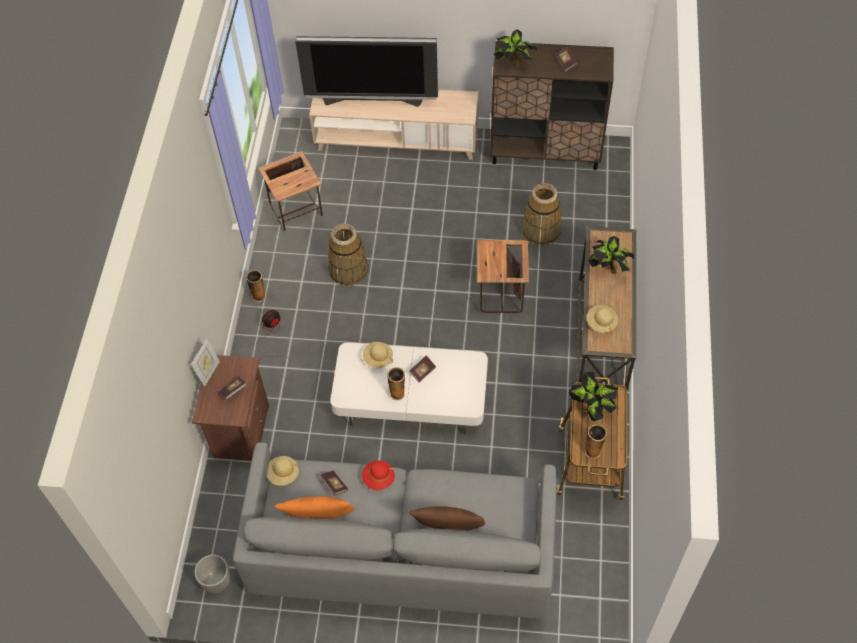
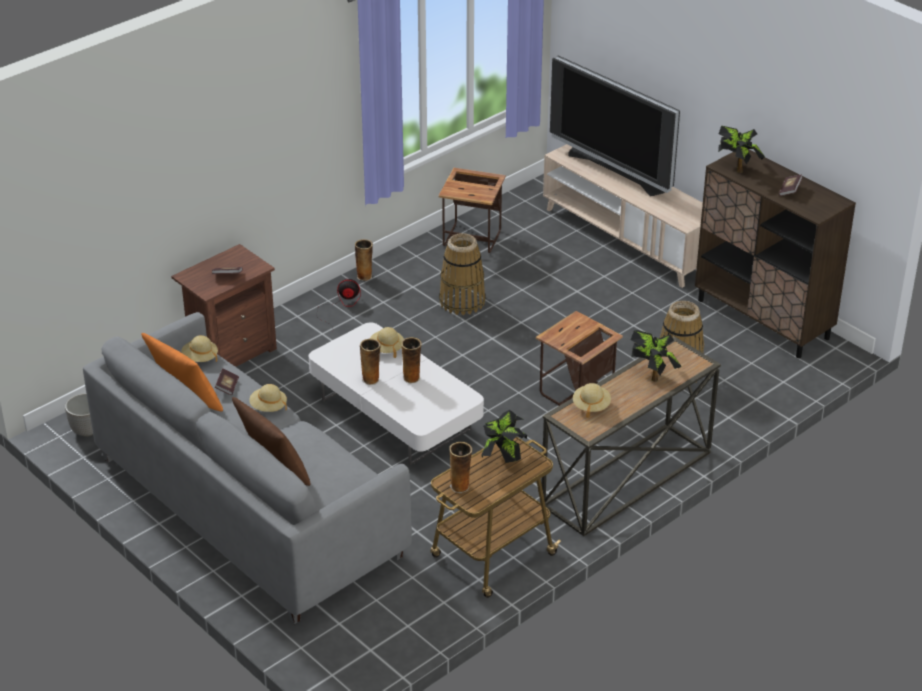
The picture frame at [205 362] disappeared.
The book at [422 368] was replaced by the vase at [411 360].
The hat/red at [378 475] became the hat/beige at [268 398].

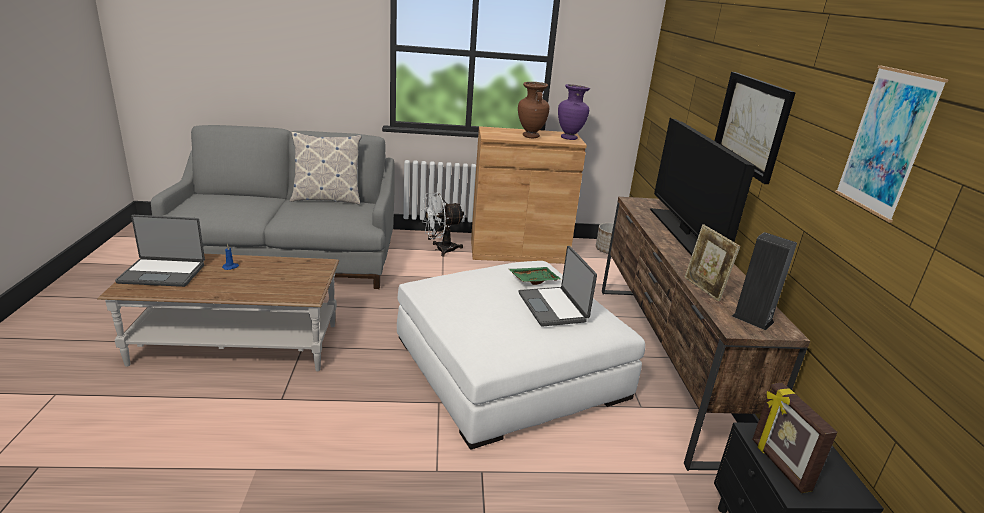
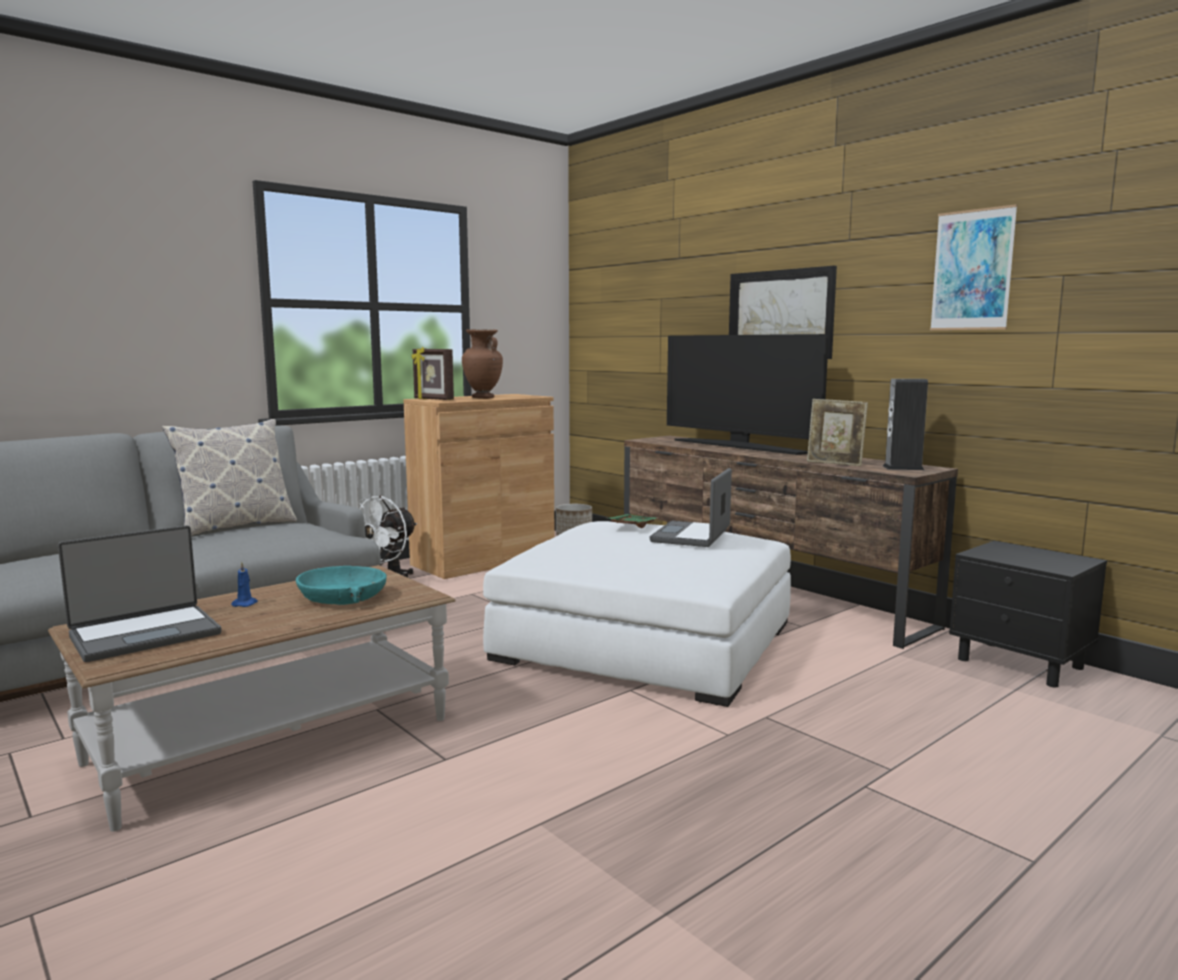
The vase/purple at [574 112] disappeared.
The laptop at [557 286] turned 75 degrees clockwise.
The picture frame moved from [795 437] to [433 373].
The bowl/turquoise at [341 585] appeared.

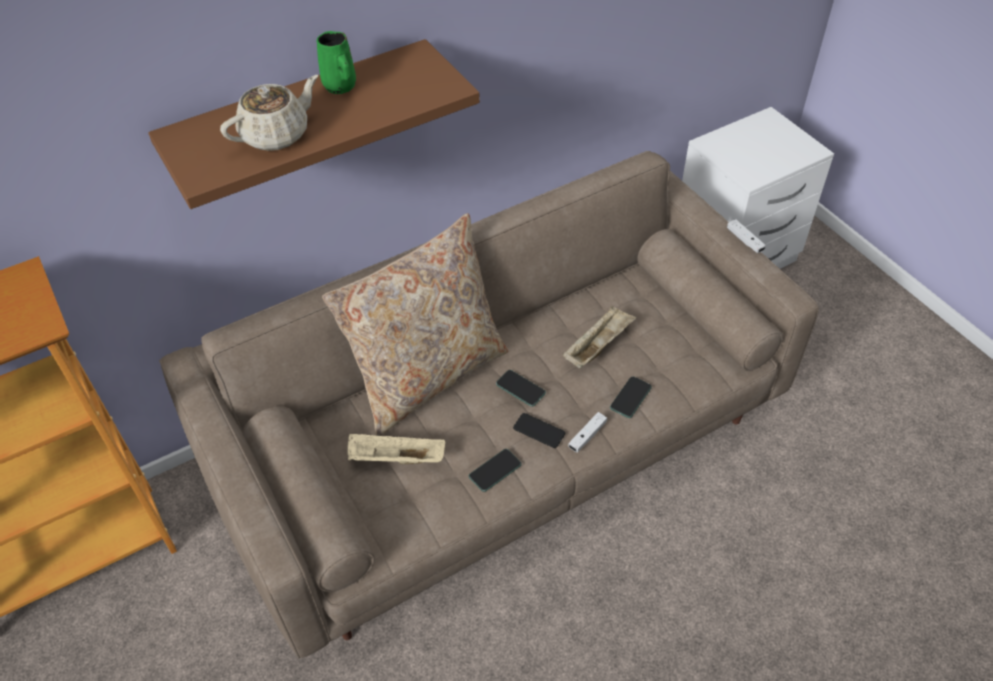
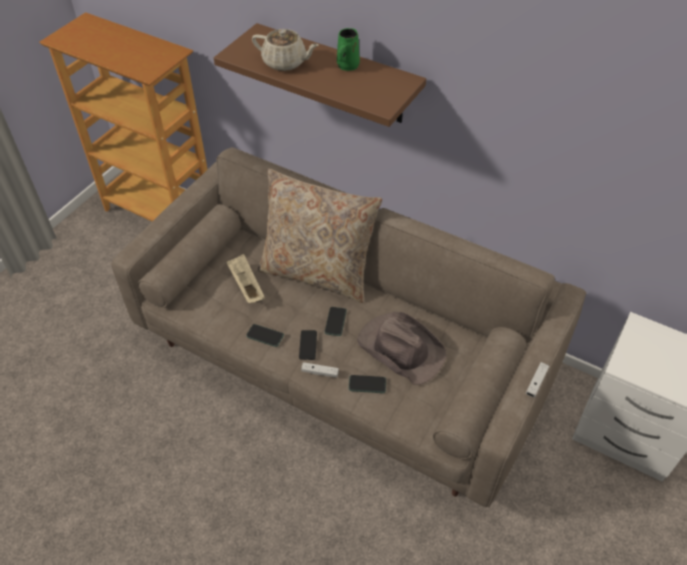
The tray/beige at [600 337] was replaced by the hat/brown at [401 348].

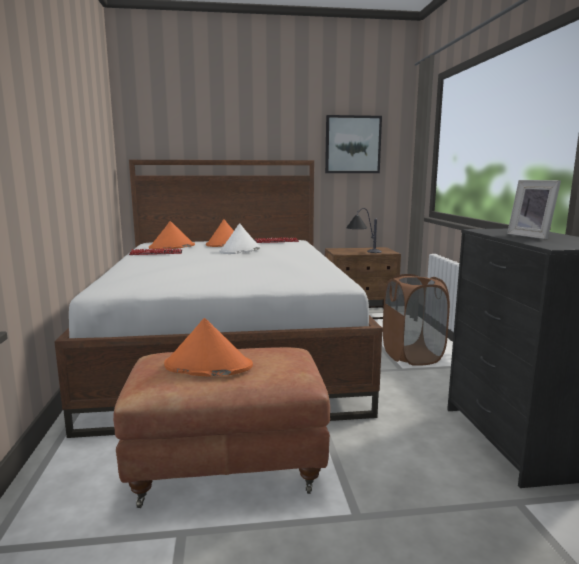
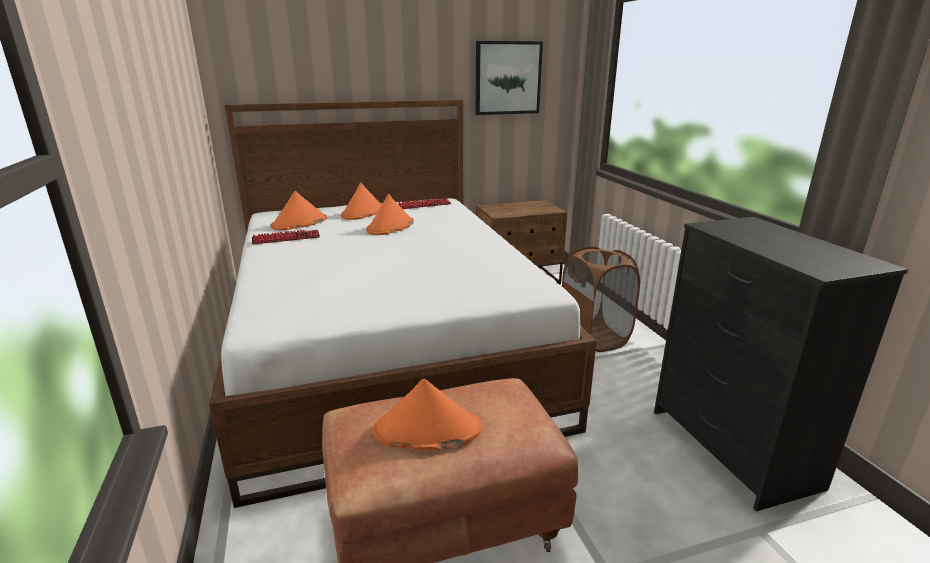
The picture frame at [534 210] disappeared.
The table lamp at [364 230] disappeared.
The hat/white at [240 238] became the hat/orange at [390 214].

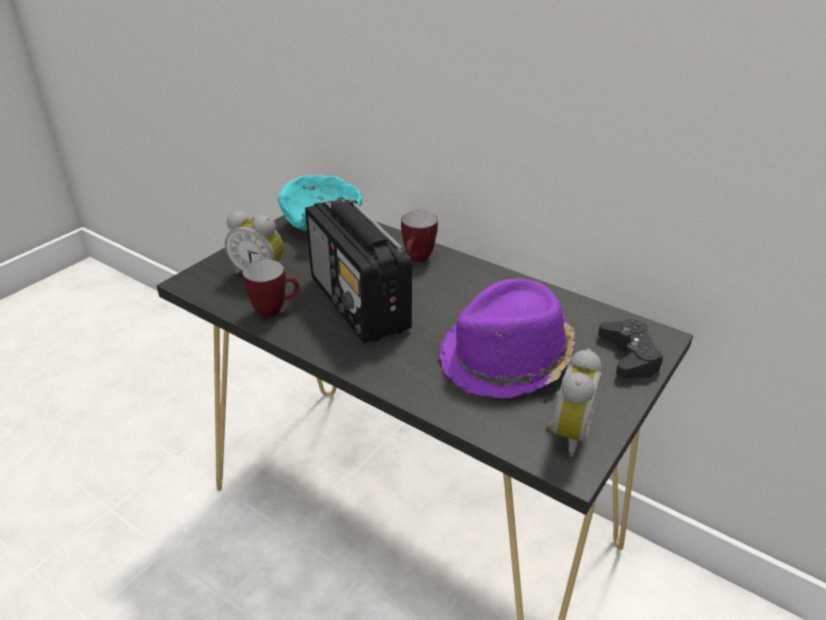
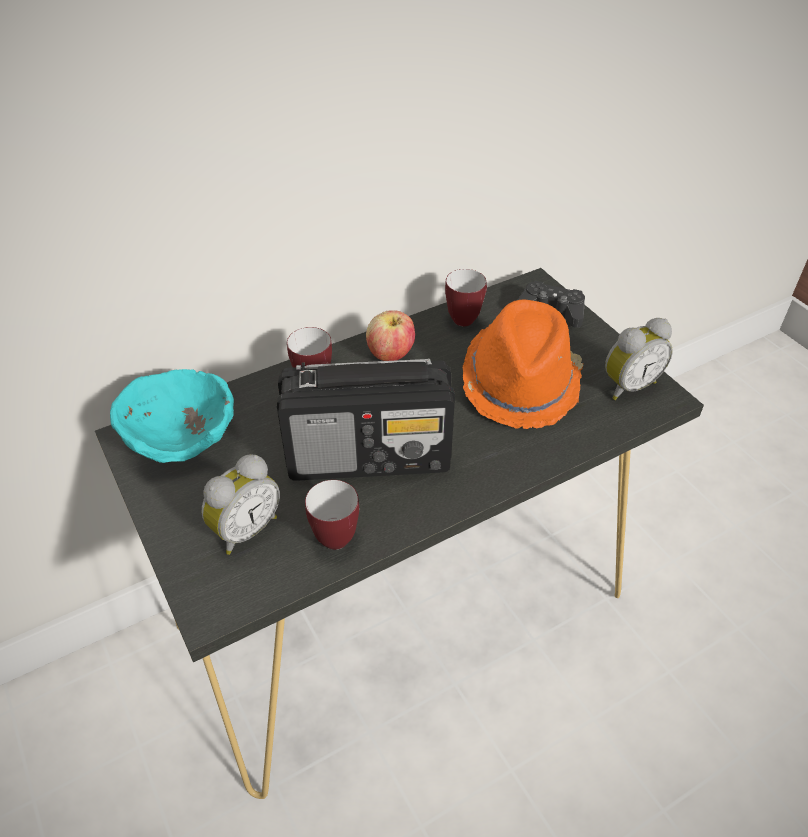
The hat/purple at [507 338] became the hat/orange at [523 364].
The alarm clock at [574 403] turned 105 degrees clockwise.
The mug at [466 297] appeared.
The apple at [390 335] appeared.

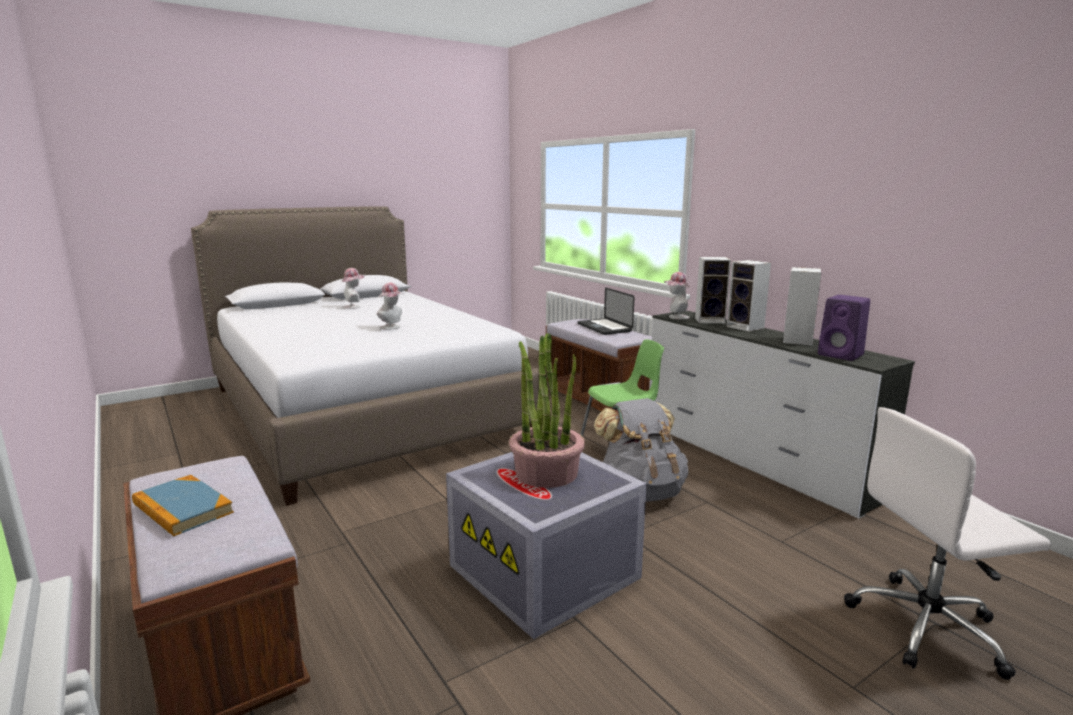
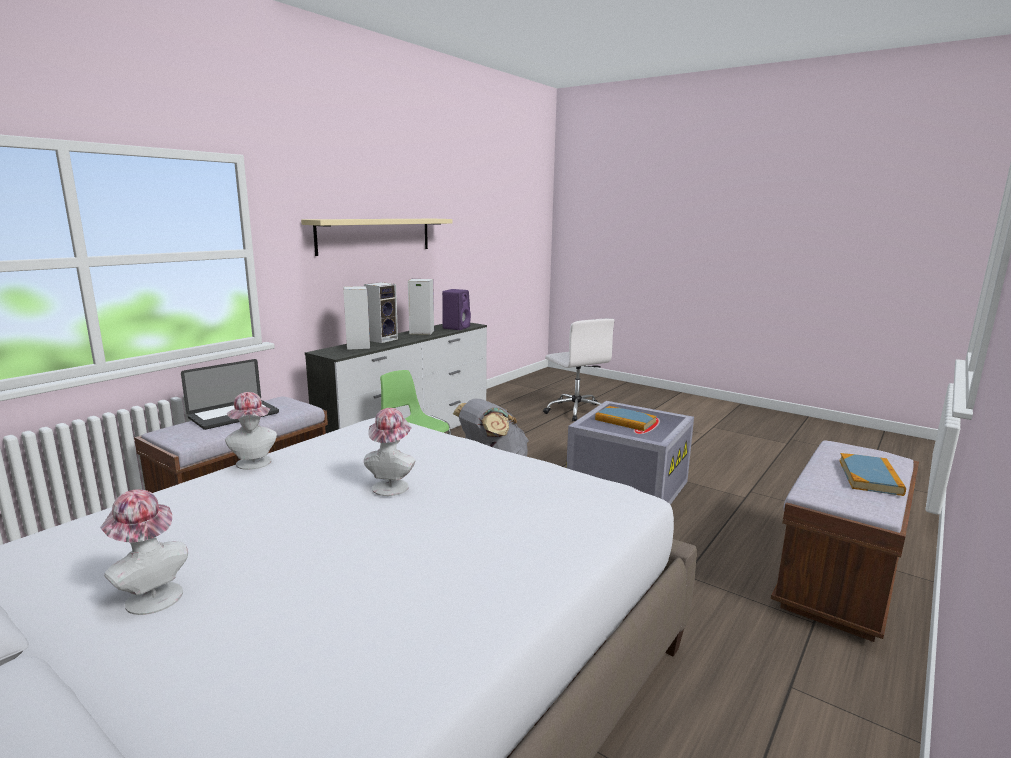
The hat moved from [677 295] to [251 431].
The potted plant at [547 410] was replaced by the book at [626 418].
The shelf/beige at [376 237] appeared.

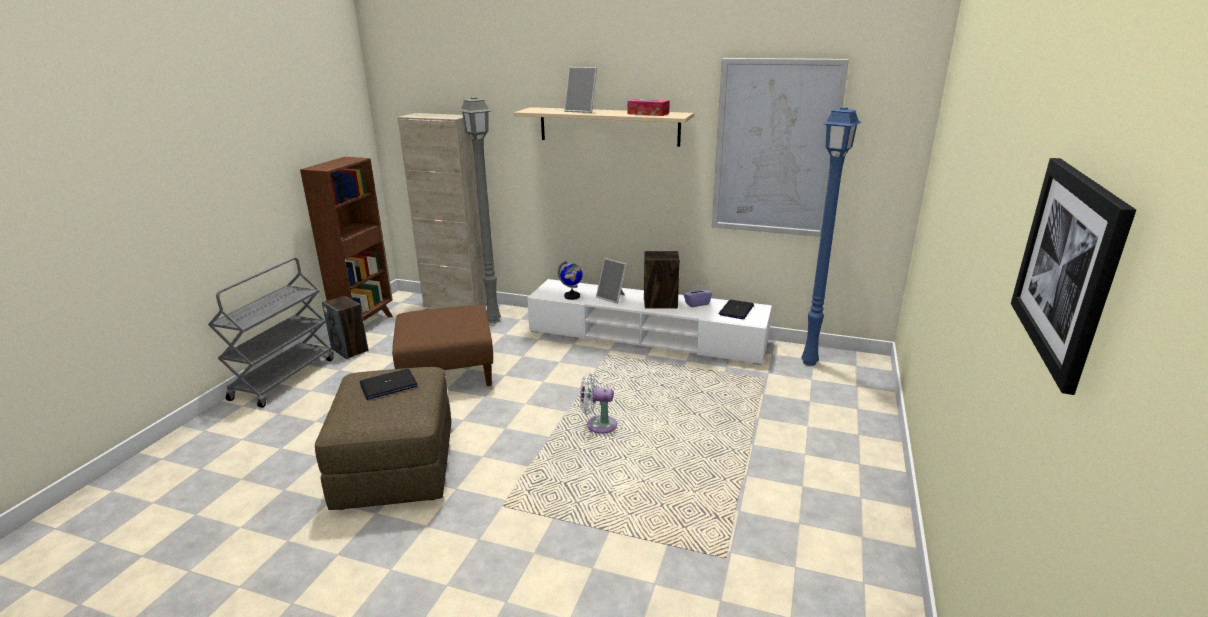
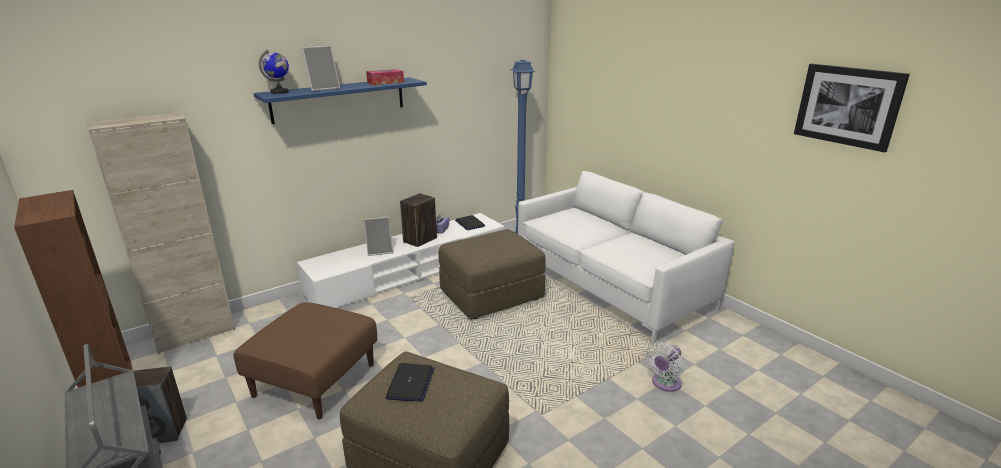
The picture at [780 147] disappeared.
The floor lamp/grey at [479 210] disappeared.
The shelf/beige at [604 127] became the shelf/blue at [340 100].
The globe moved from [570 280] to [274 72].
The fan/white moved from [598 403] to [665 367].
The sofa/white at [626 257] appeared.
The ottoman/brown at [492 274] appeared.

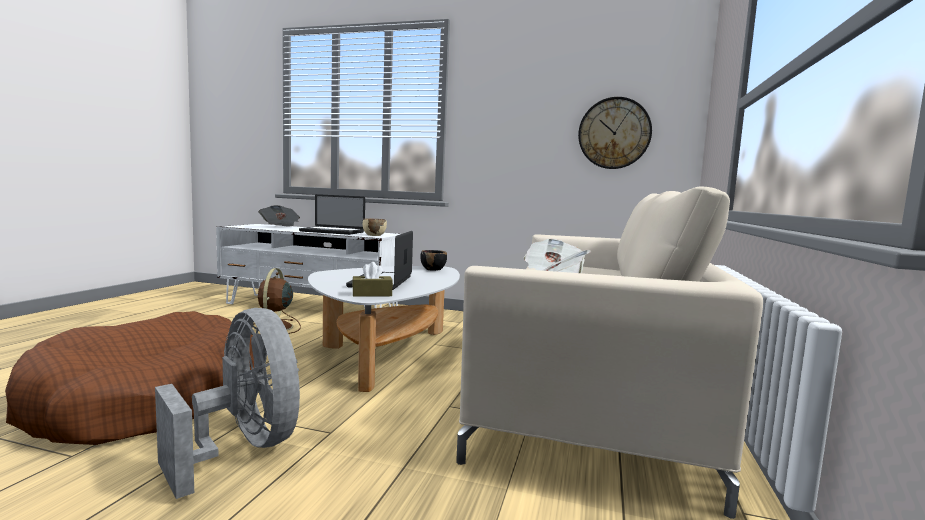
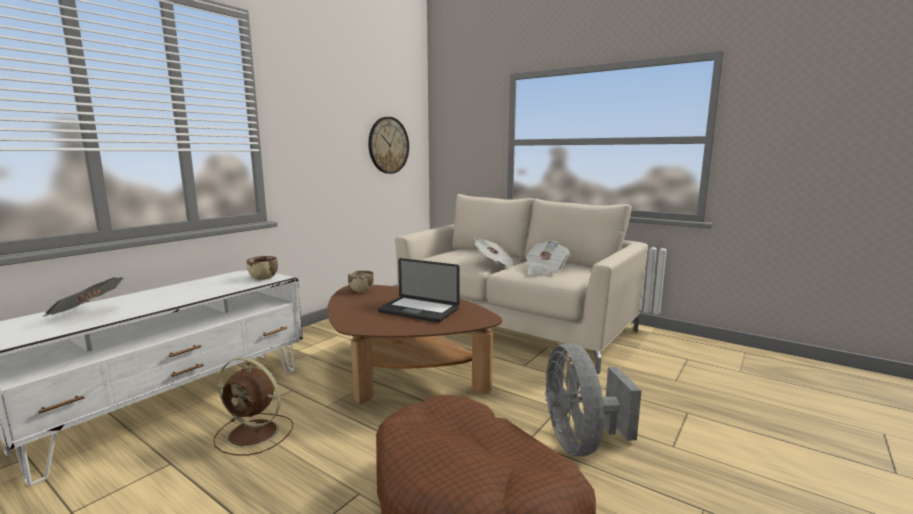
The laptop at [332 214] disappeared.
The bowl/black at [433 260] became the bowl/beige at [361 282].
The tissue box/brown at [372 279] disappeared.
The coffee table/white at [384 329] became the coffee table/brown at [414 344].
The fan/grey at [227 403] turned 75 degrees counterclockwise.

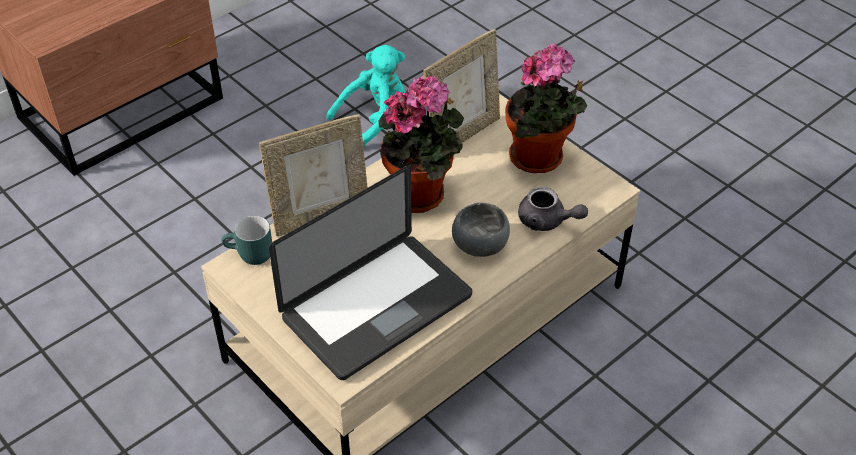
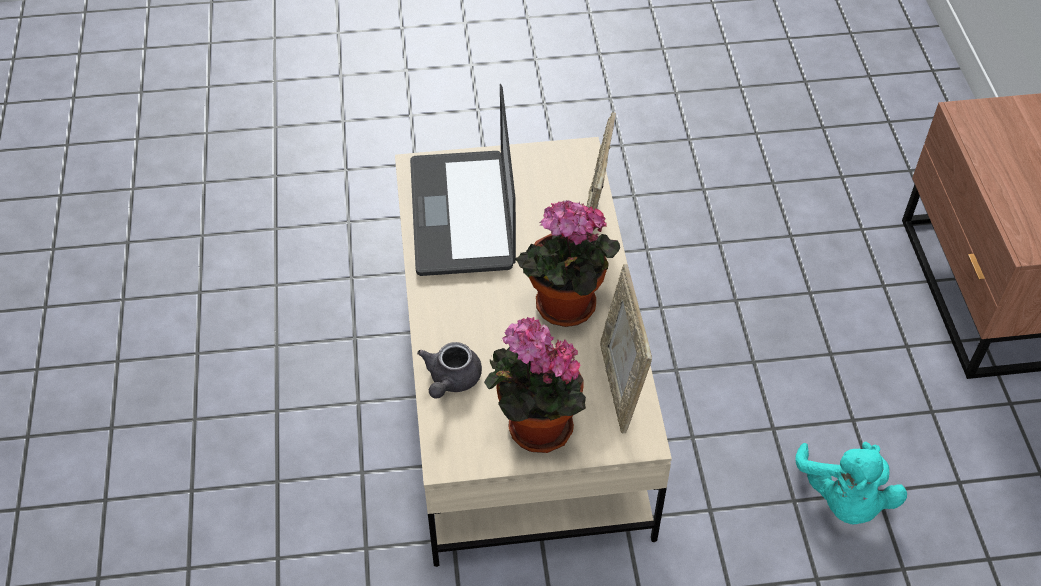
The teapot/grey at [553 209] turned 45 degrees counterclockwise.
The bowl/grey at [481 230] disappeared.
The mug/turquoise at [247 240] disappeared.

